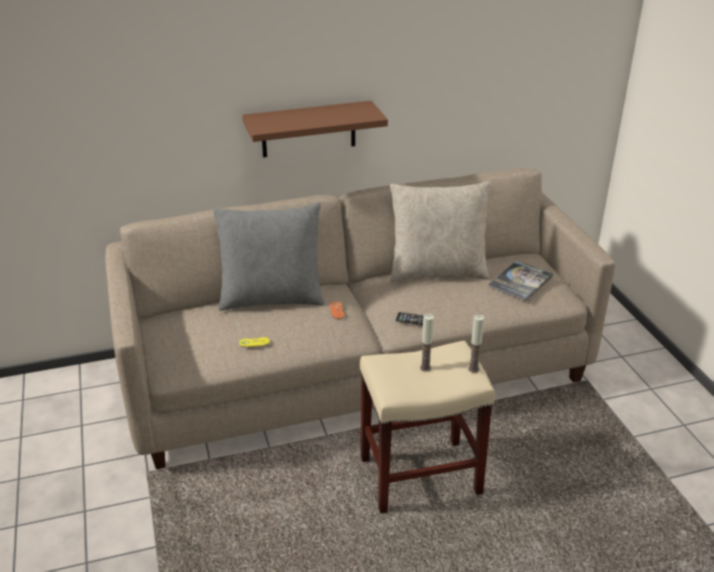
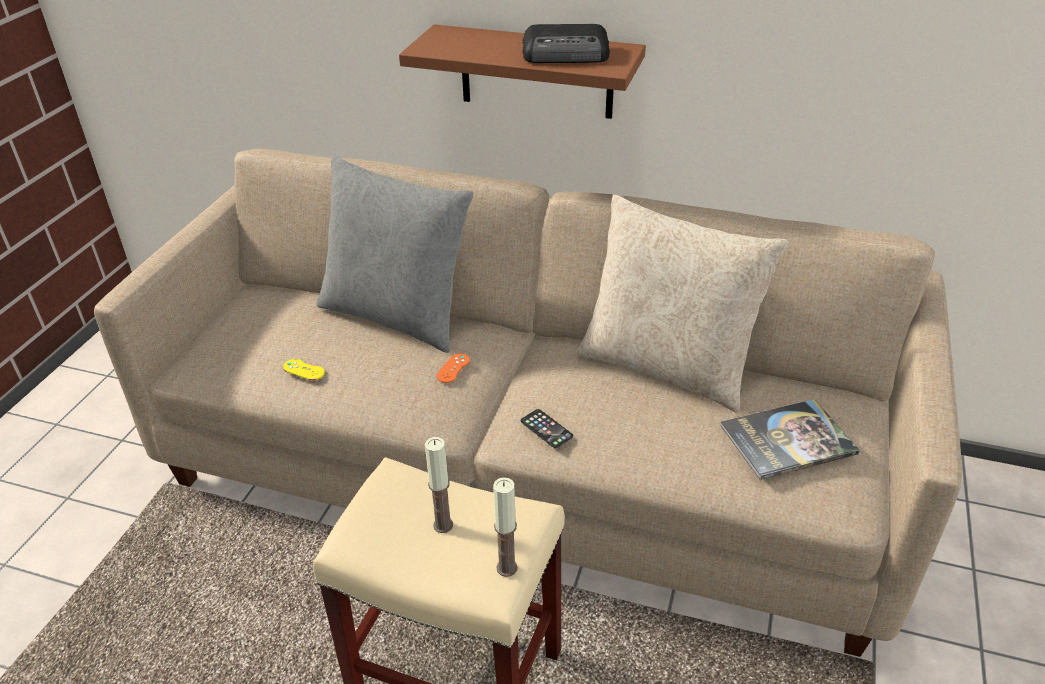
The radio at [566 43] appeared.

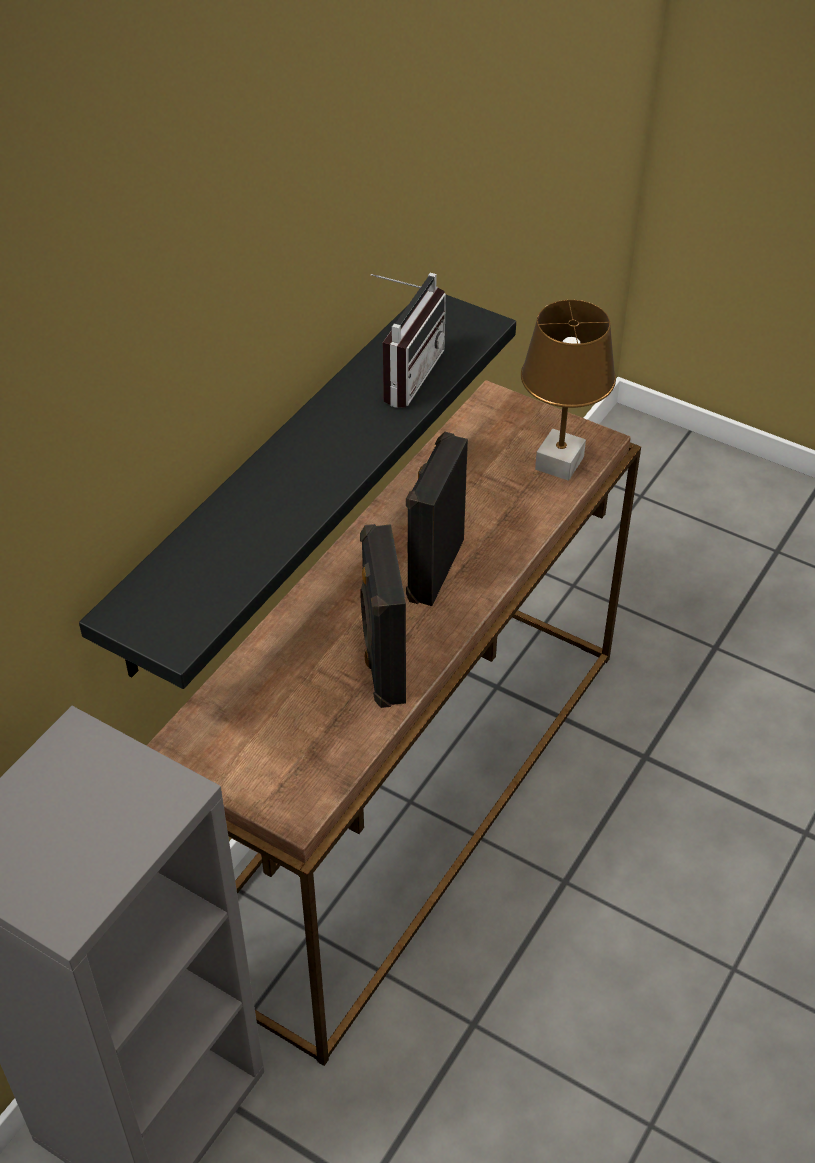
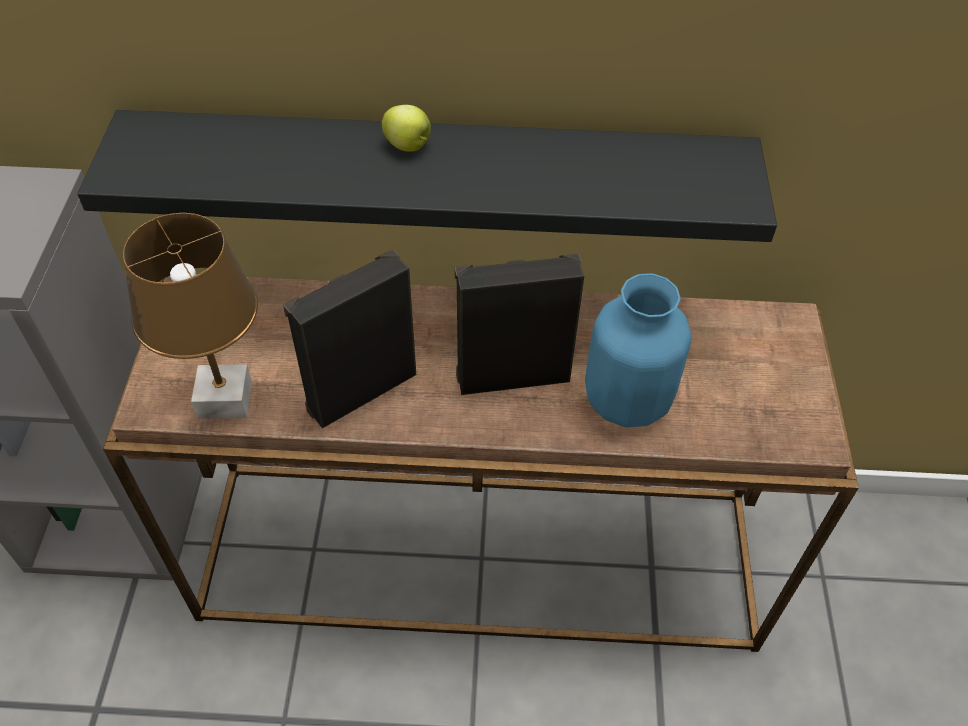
The radio at [408 340] disappeared.
The table lamp/brown moved from [568 390] to [190 316].
The apple at [406 128] appeared.
The vase/blue at [638 350] appeared.

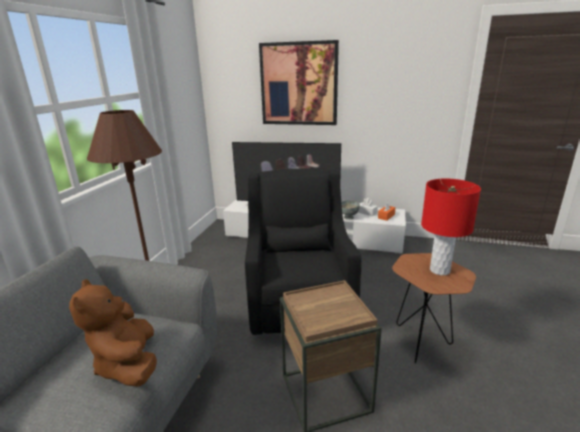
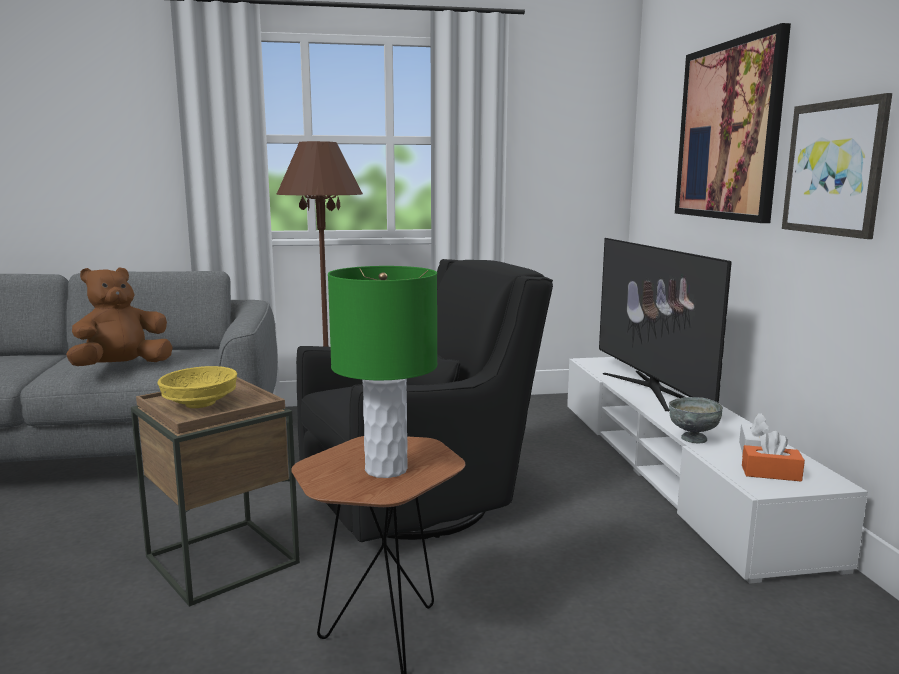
The table lamp/red at [451 227] became the table lamp/green at [382 372].
The picture at [837 166] appeared.
The bowl/yellow at [197 387] appeared.

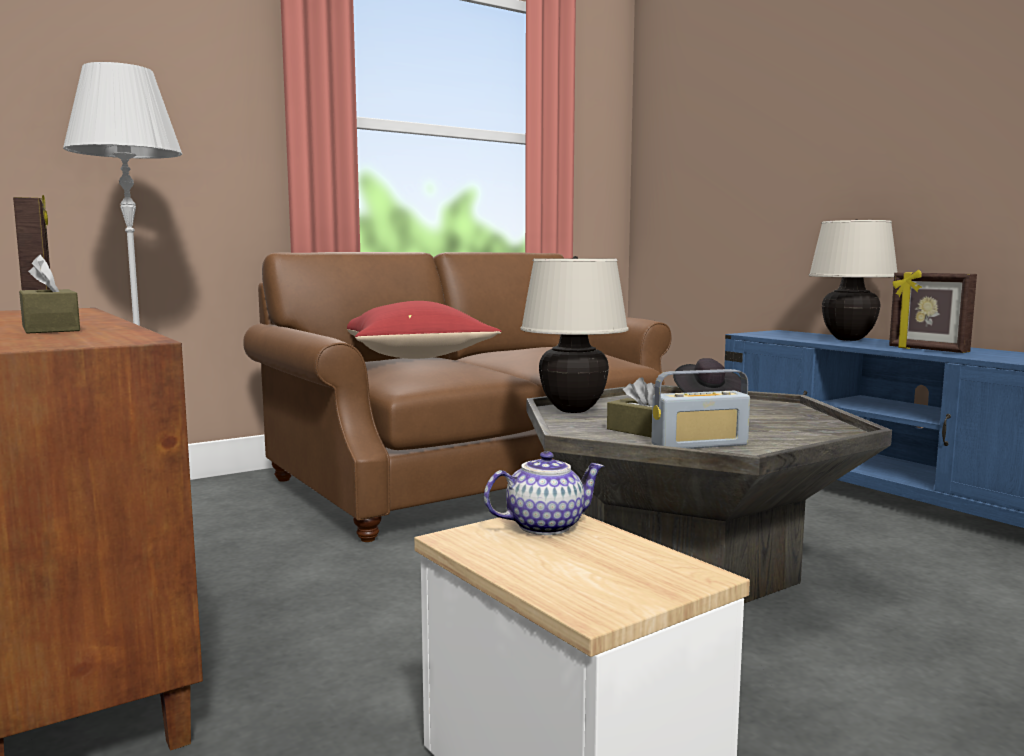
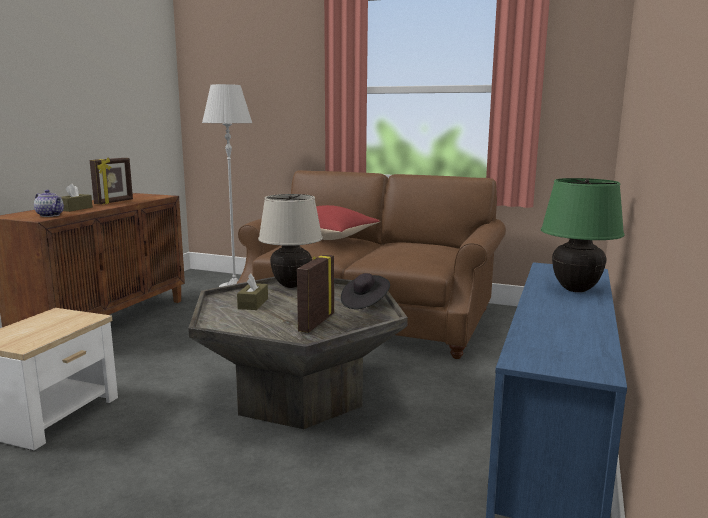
The table lamp/beige at [853 280] became the table lamp/green at [583 235].
The picture frame moved from [933 311] to [315 293].
The radio at [700 409] disappeared.
The teapot moved from [544 493] to [49 203].

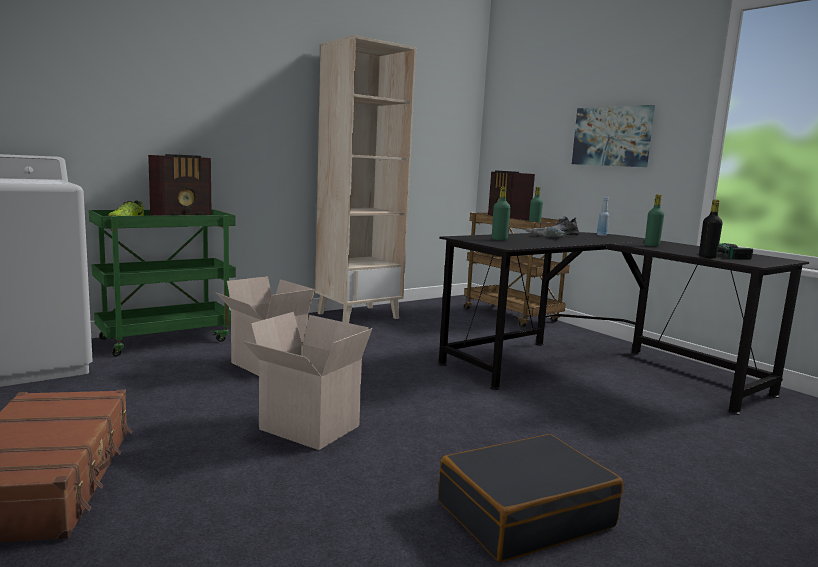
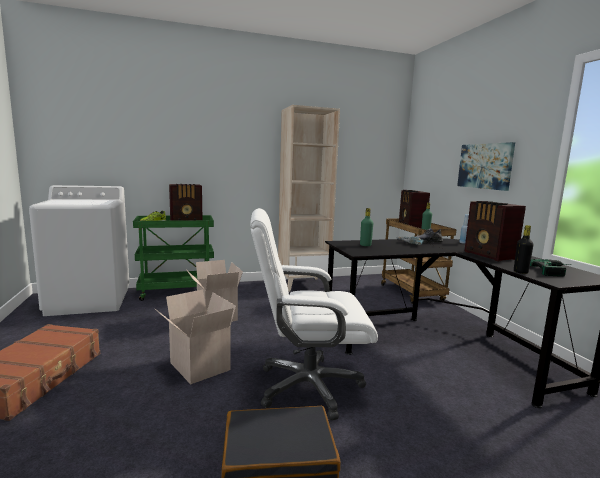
The bottle/green at [654 220] was replaced by the radio at [495 231].
The office chair/white at [314 314] appeared.

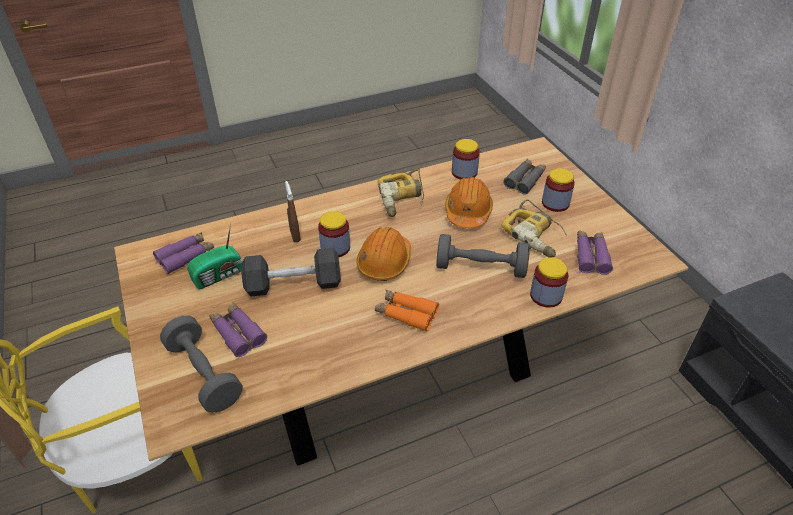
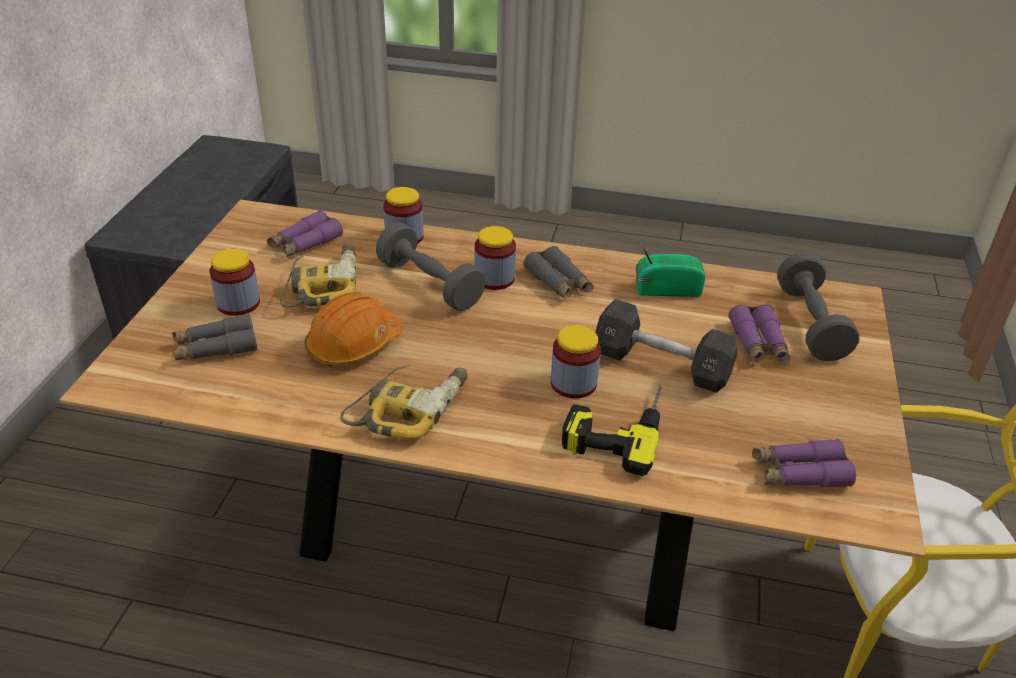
The jar moved from [466 159] to [495 258].
The spray bottle/brown at [293 211] was replaced by the power drill at [612 431].
The radio moved from [214 256] to [671 269].
The hard hat/orange at [383 254] disappeared.
The binoculars/orange at [407 311] became the binoculars/grey at [558 273].

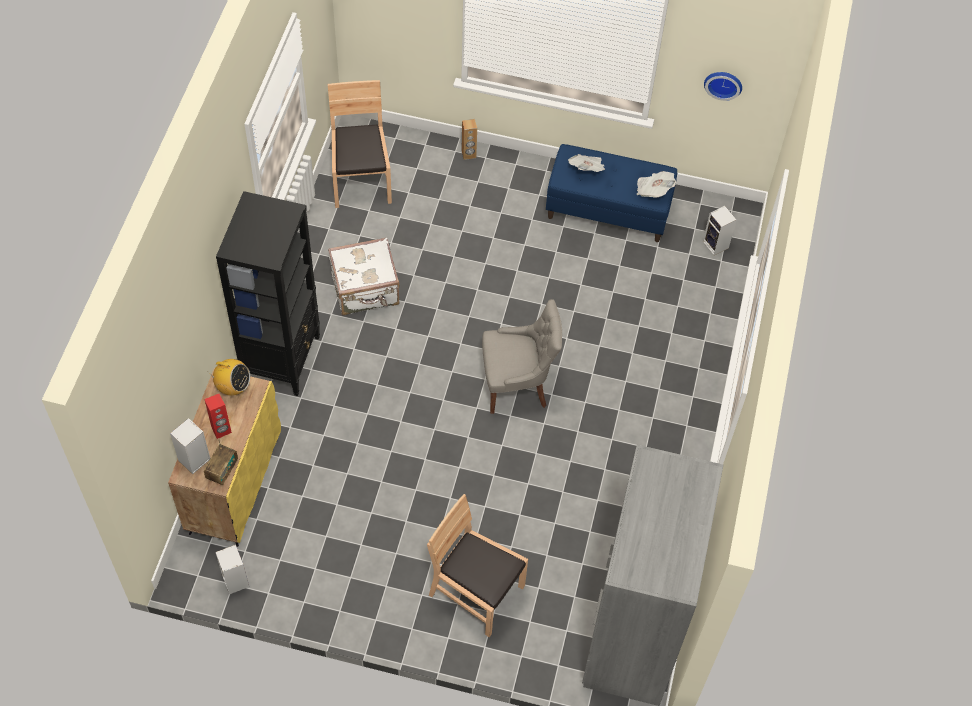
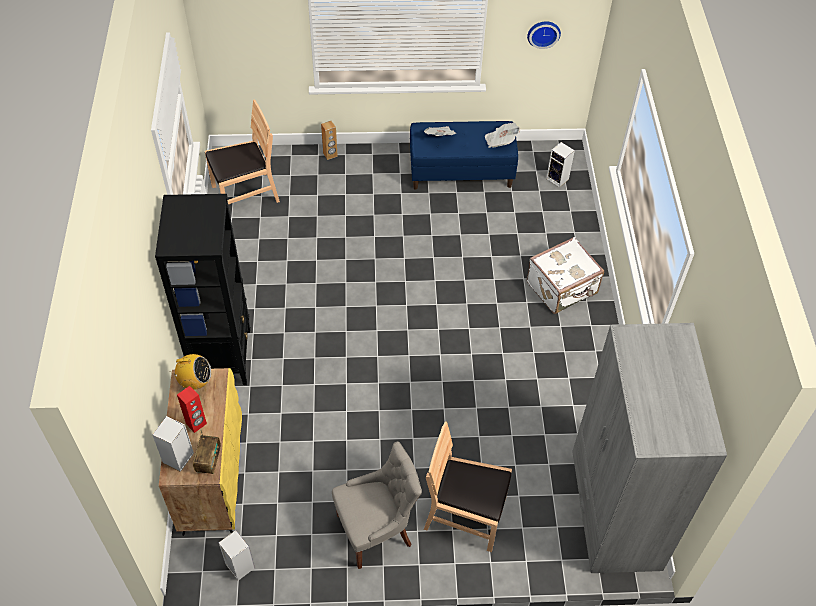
The chair/brown at [360 144] turned 90 degrees clockwise.
The suitcase/white moved from [364 276] to [565 275].
The chair/grey moved from [522 356] to [377 505].

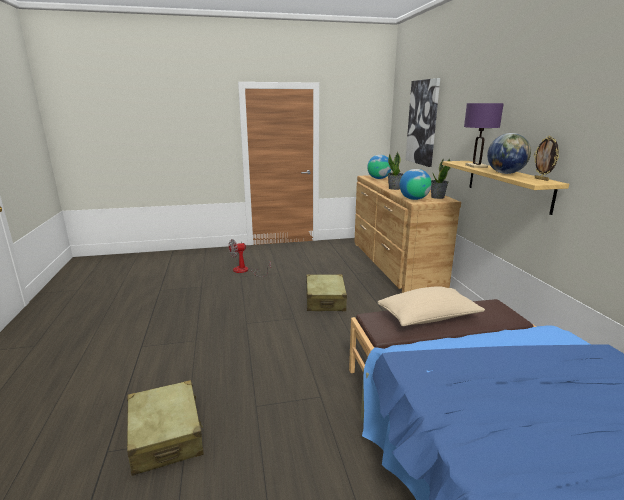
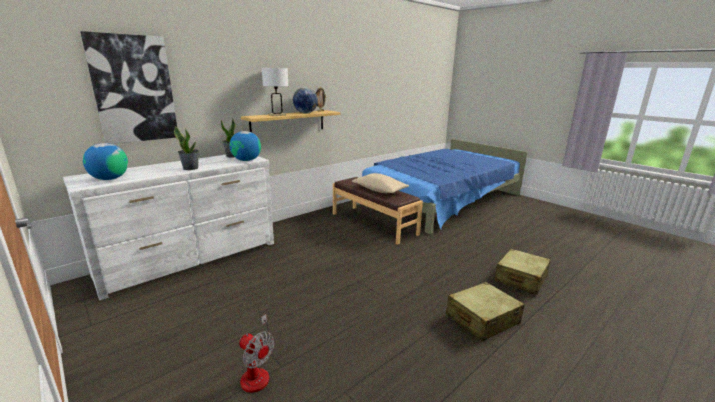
The table lamp/purple at [484 135] became the table lamp/white at [275 92].
The dresser/brown at [407 234] became the dresser/white at [168 227].
The suitcase/beige moved from [326 292] to [485 312].

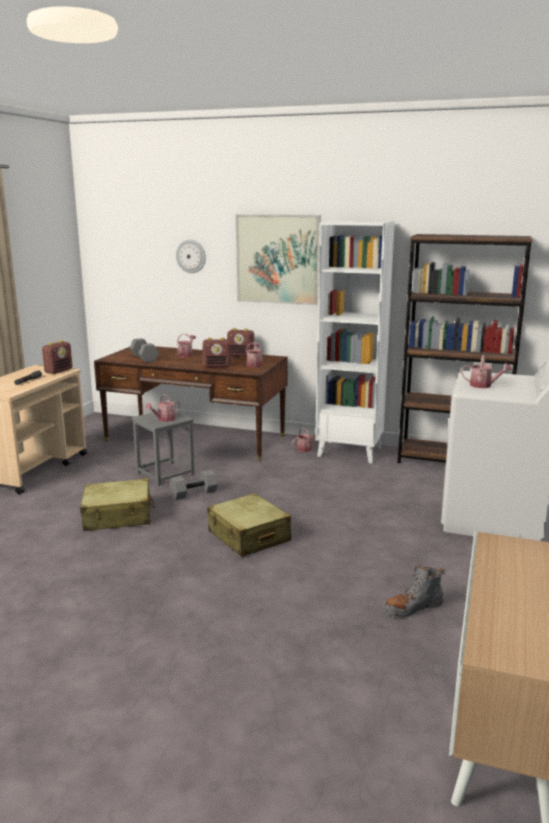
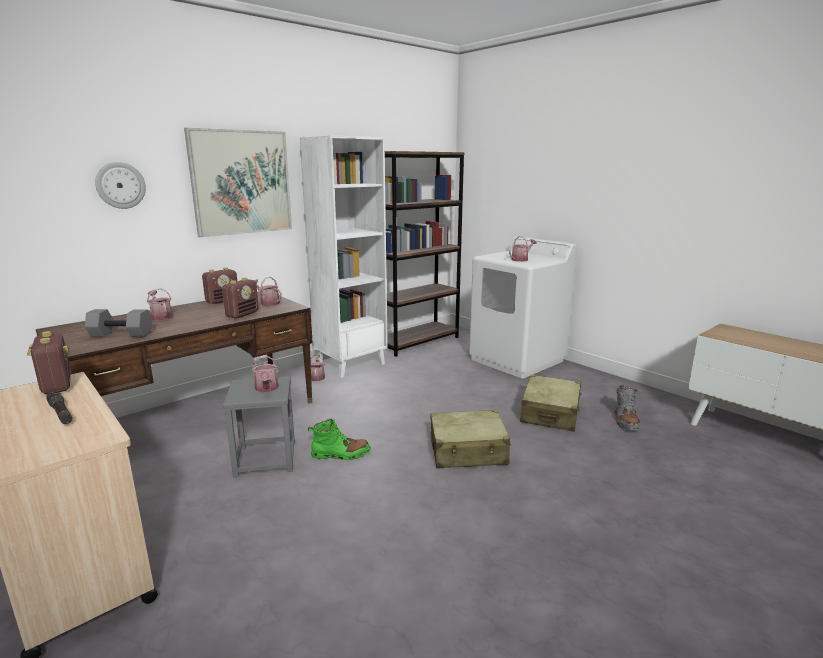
The dumbbell/grey at [193 485] was replaced by the boot/green at [339 439].
The suitcase/beige moved from [117 504] to [550 403].

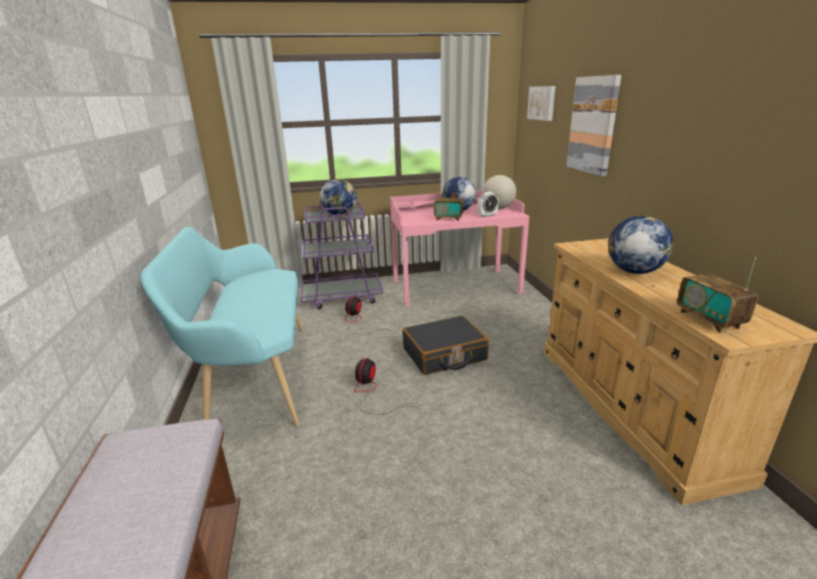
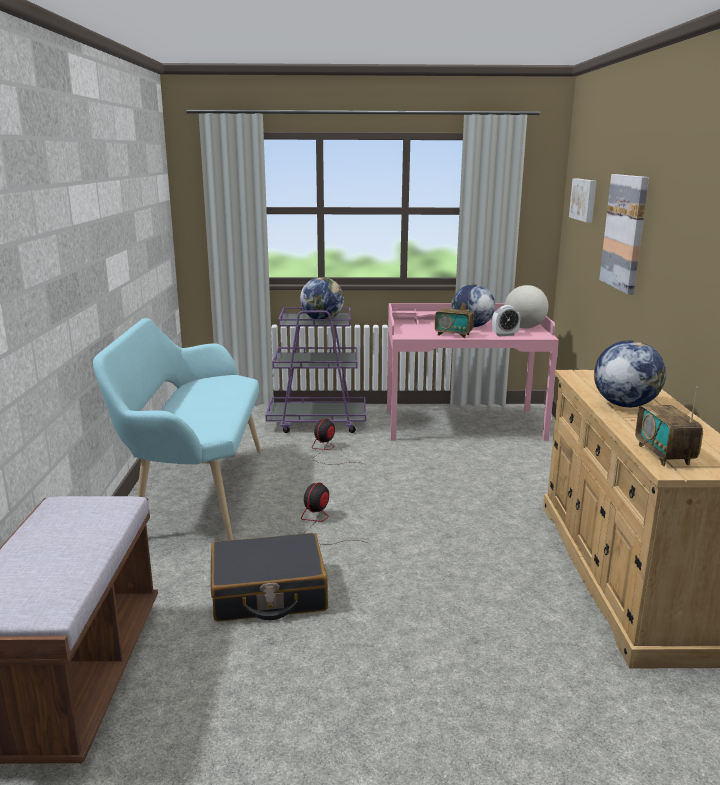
The suitcase/black moved from [445 345] to [269 577].

